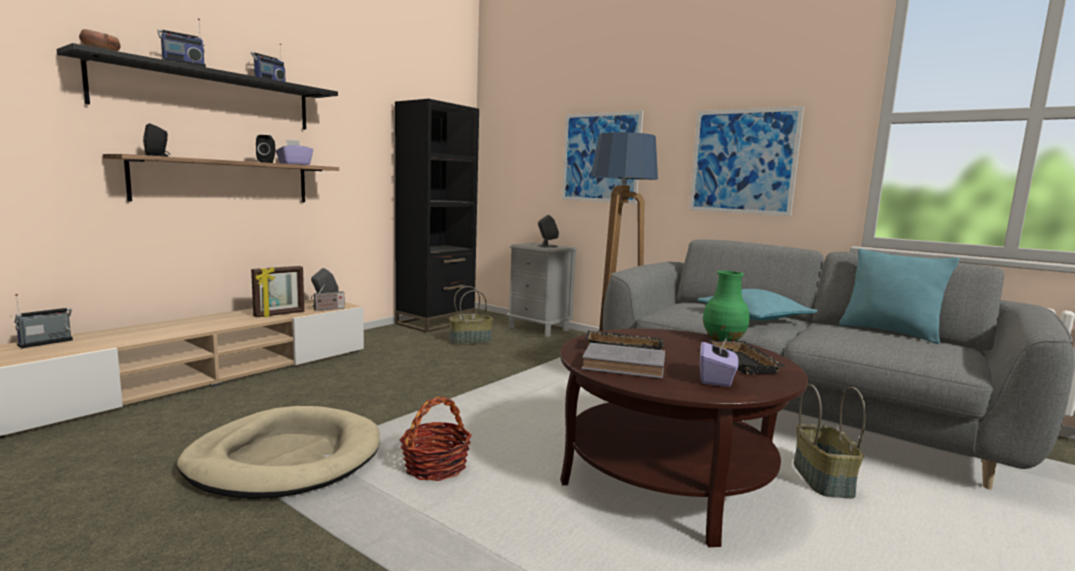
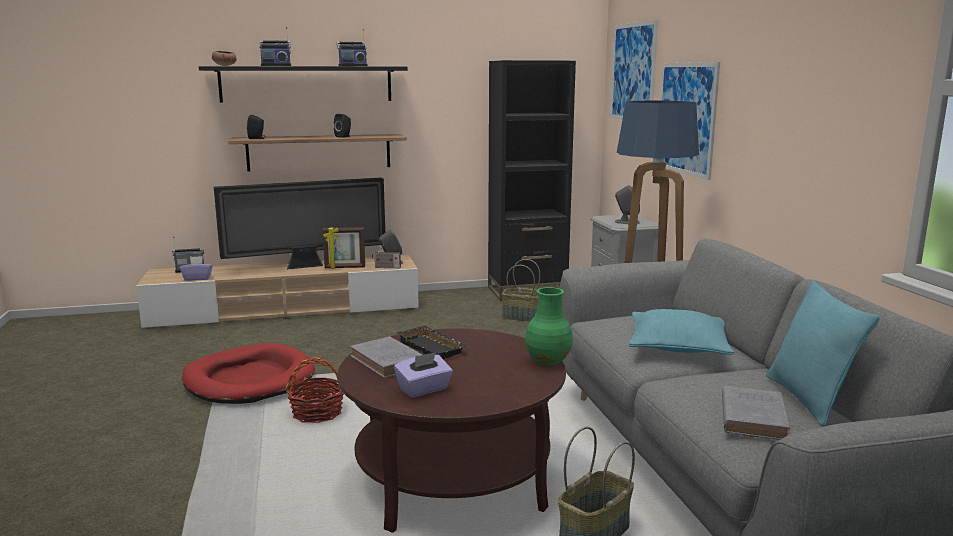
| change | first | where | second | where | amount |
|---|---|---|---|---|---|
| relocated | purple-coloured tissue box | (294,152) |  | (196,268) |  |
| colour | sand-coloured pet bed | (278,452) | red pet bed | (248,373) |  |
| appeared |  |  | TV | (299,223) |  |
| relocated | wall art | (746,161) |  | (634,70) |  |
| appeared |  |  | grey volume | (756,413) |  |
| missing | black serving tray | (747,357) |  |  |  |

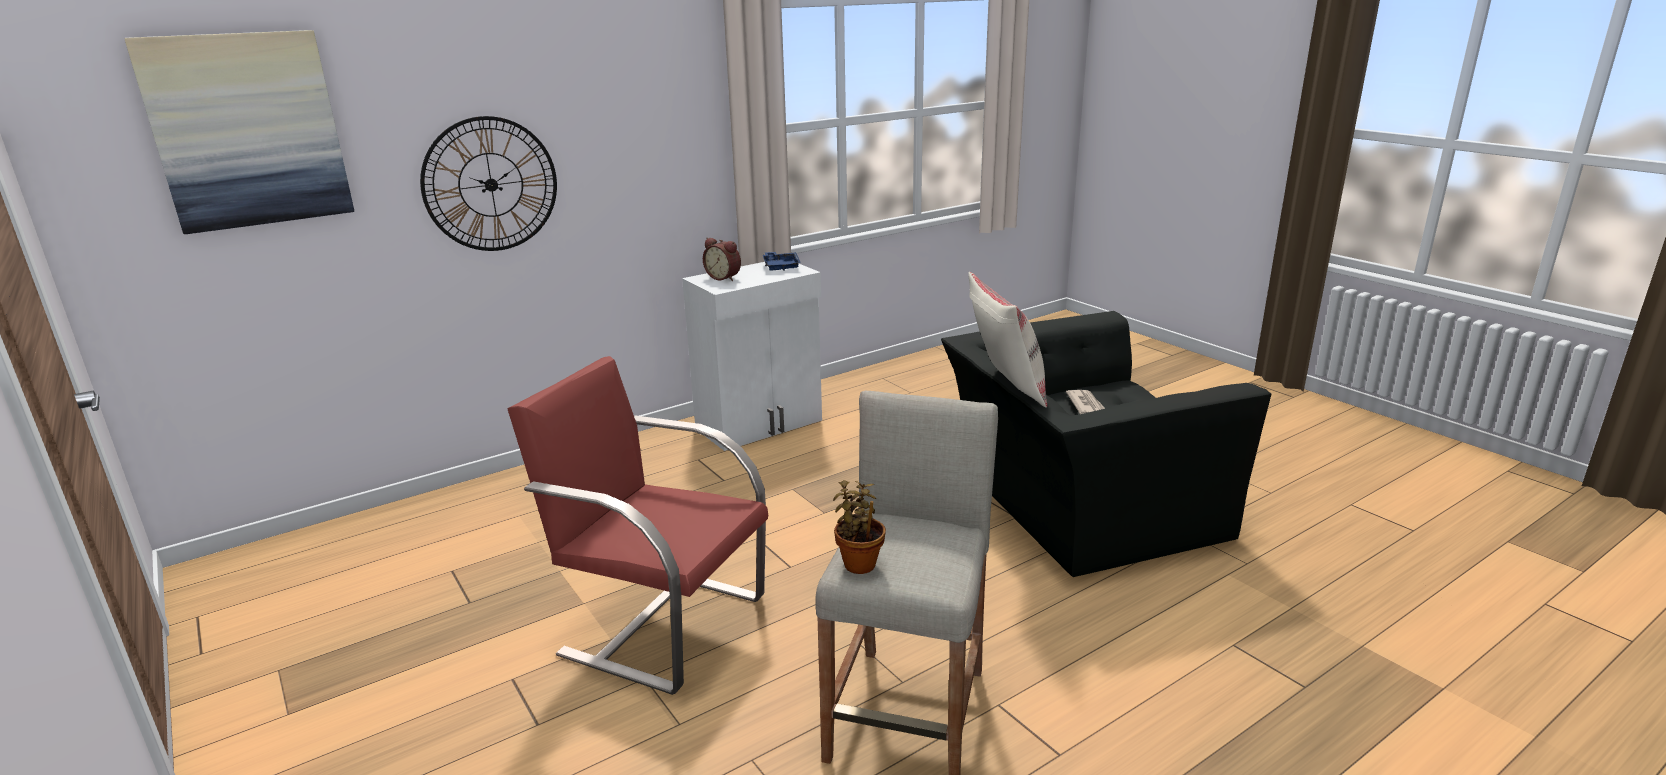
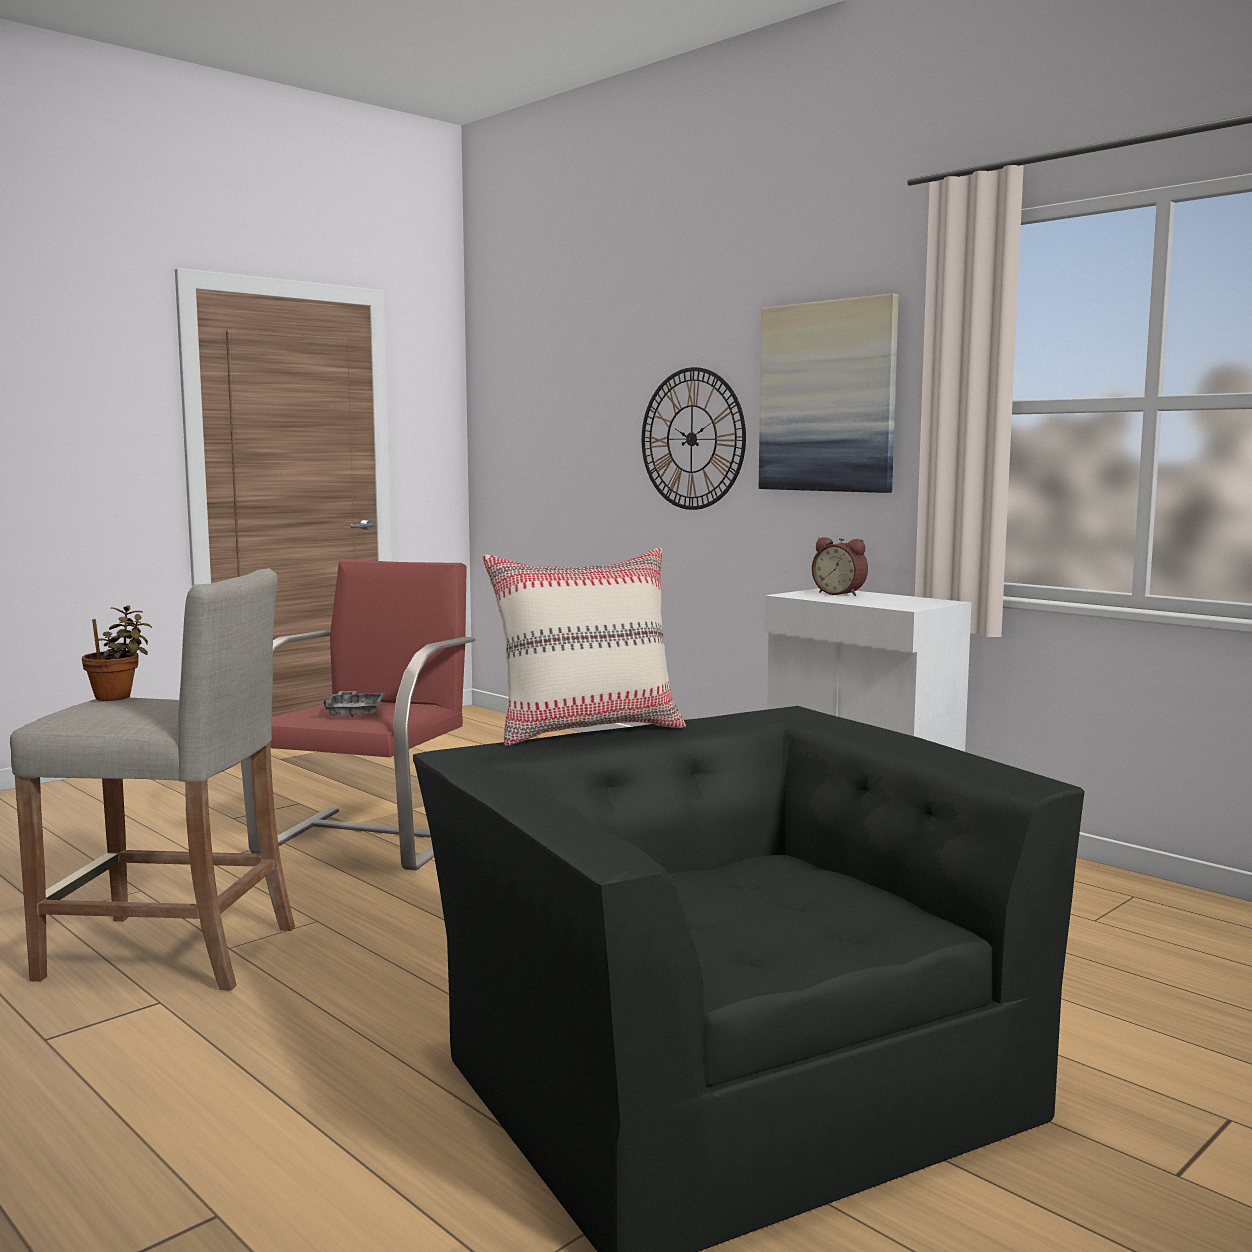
| change | first | where | second | where | amount |
|---|---|---|---|---|---|
| appeared |  |  | grey serving tray | (354,704) |  |
| relocated | wall art | (239,132) |  | (829,393) |  |
| spun | table clock | (722,259) |  | (840,566) | 75 degrees counterclockwise |
| missing | blue serving tray | (782,261) |  |  |  |
| missing | printed paper | (1085,402) |  |  |  |

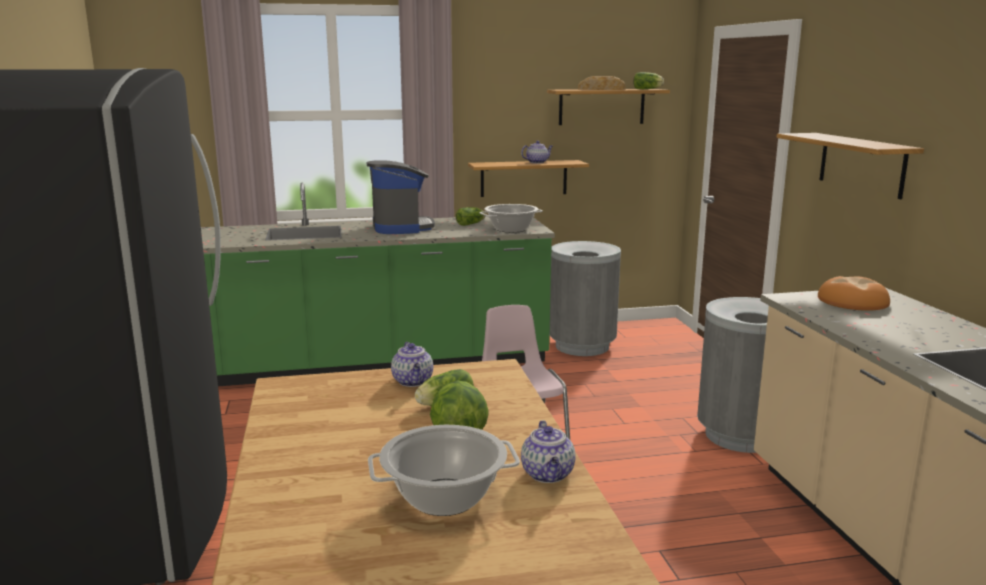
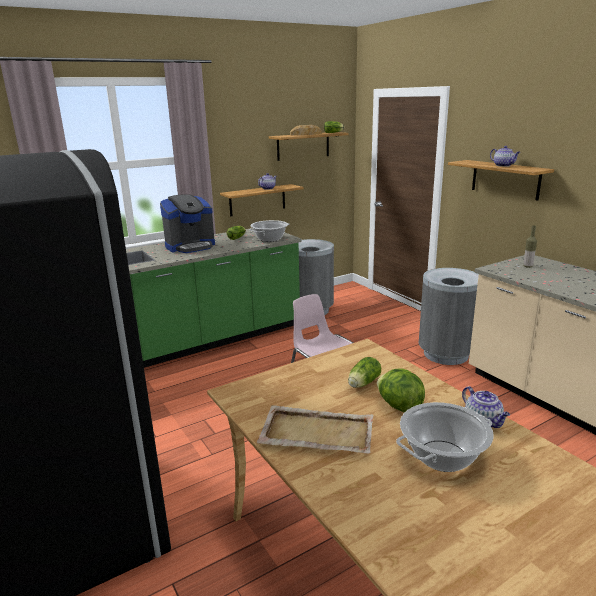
| change | first | where | second | where | amount |
|---|---|---|---|---|---|
| spun | coffee machine | (401,197) |  | (187,223) | 90 degrees clockwise |
| appeared |  |  | sand-coloured serving tray | (315,429) |  |
| relocated | teapot | (412,364) |  | (505,156) |  |
| exchanged | baked bread | (854,293) | drink bottle | (530,246) |  |

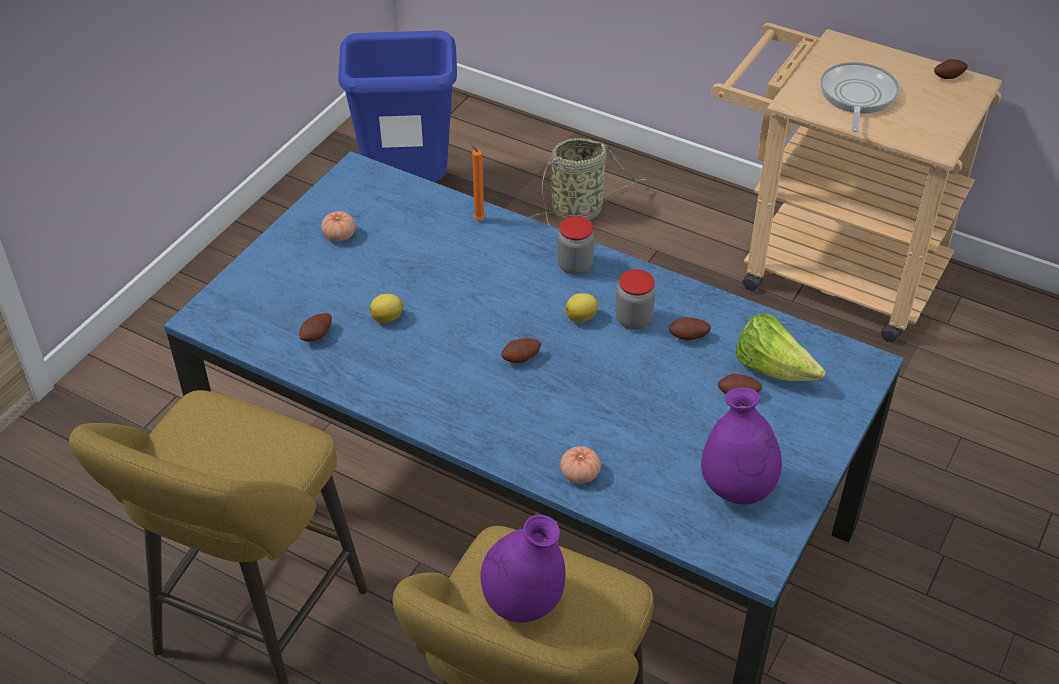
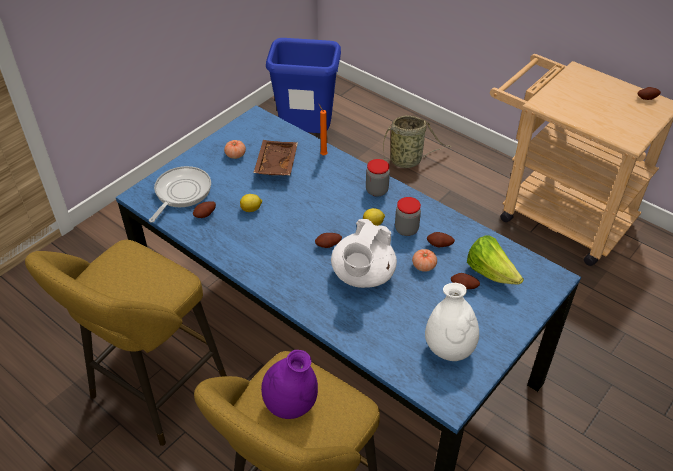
| change | first | where | second | where | amount |
|---|---|---|---|---|---|
| relocated | frying pan | (859,97) |  | (180,194) |  |
| appeared |  |  | brown serving tray | (275,157) |  |
| appeared |  |  | whitish teapot | (364,253) |  |
| relocated | tomato | (580,464) |  | (424,260) |  |
| colour | purple-coloured decorative vase | (741,446) | whitish decorative vase | (452,322) |  |

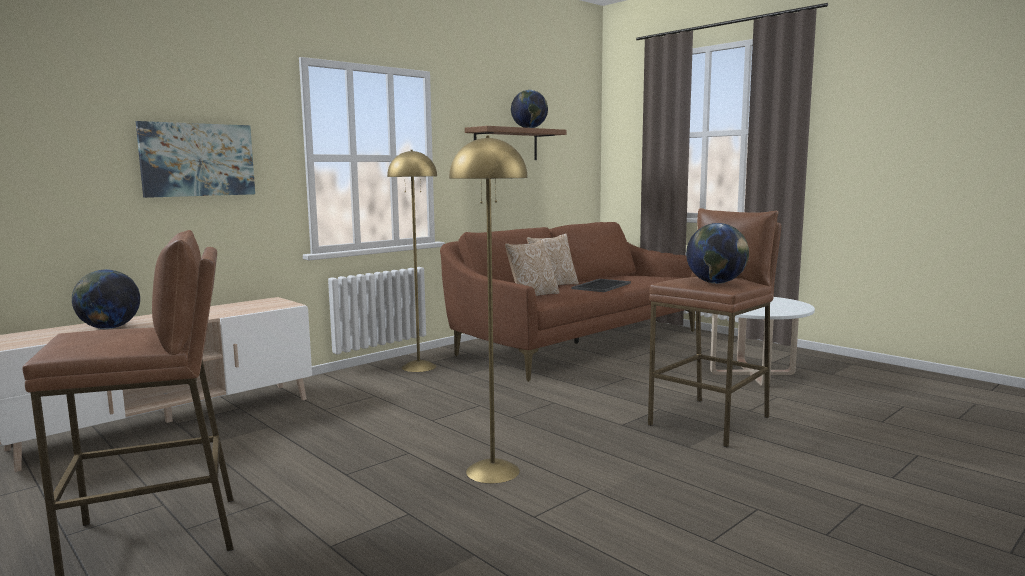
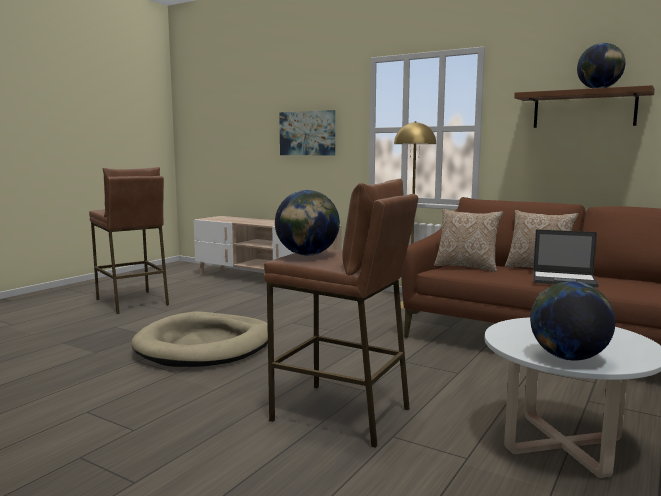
| change | first | where | second | where | amount |
|---|---|---|---|---|---|
| exchanged | yellowish standard lamp | (488,310) | sand-coloured pet bed | (199,339) |  |
| relocated | desk globe | (106,299) |  | (572,321) |  |
| exchanged | serving tray | (601,285) | notebook computer | (566,258) |  |

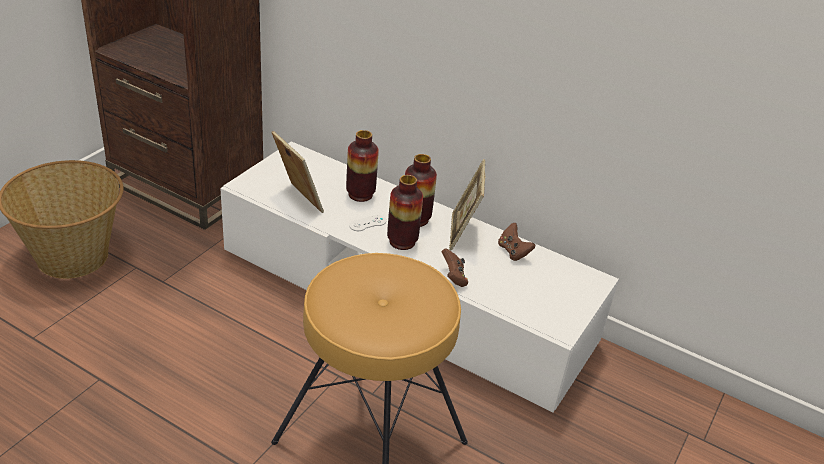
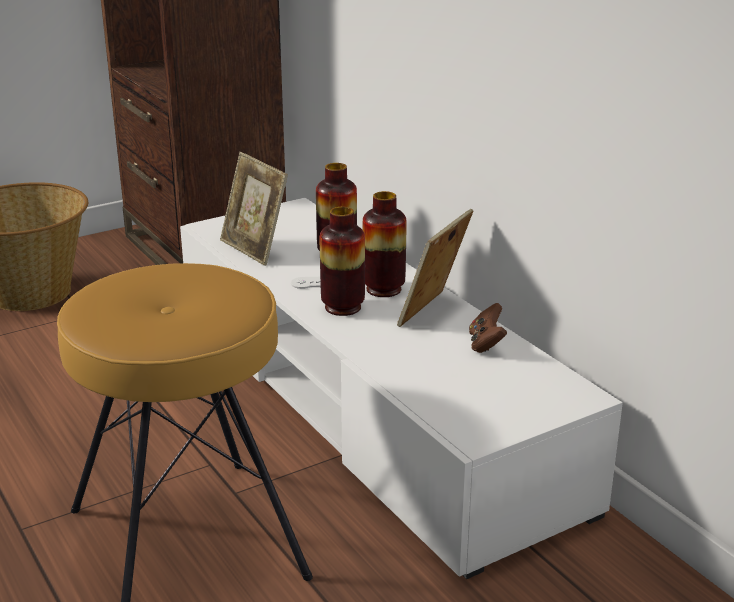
| change | first | where | second | where | amount |
|---|---|---|---|---|---|
| spun | picture frame | (298,172) |  | (254,209) | 150 degrees clockwise |
| missing | brown game controller | (455,268) |  |  |  |

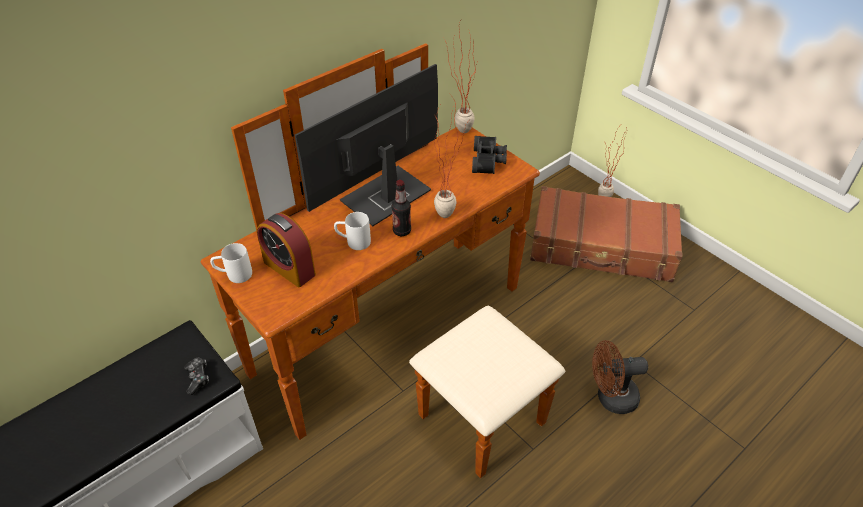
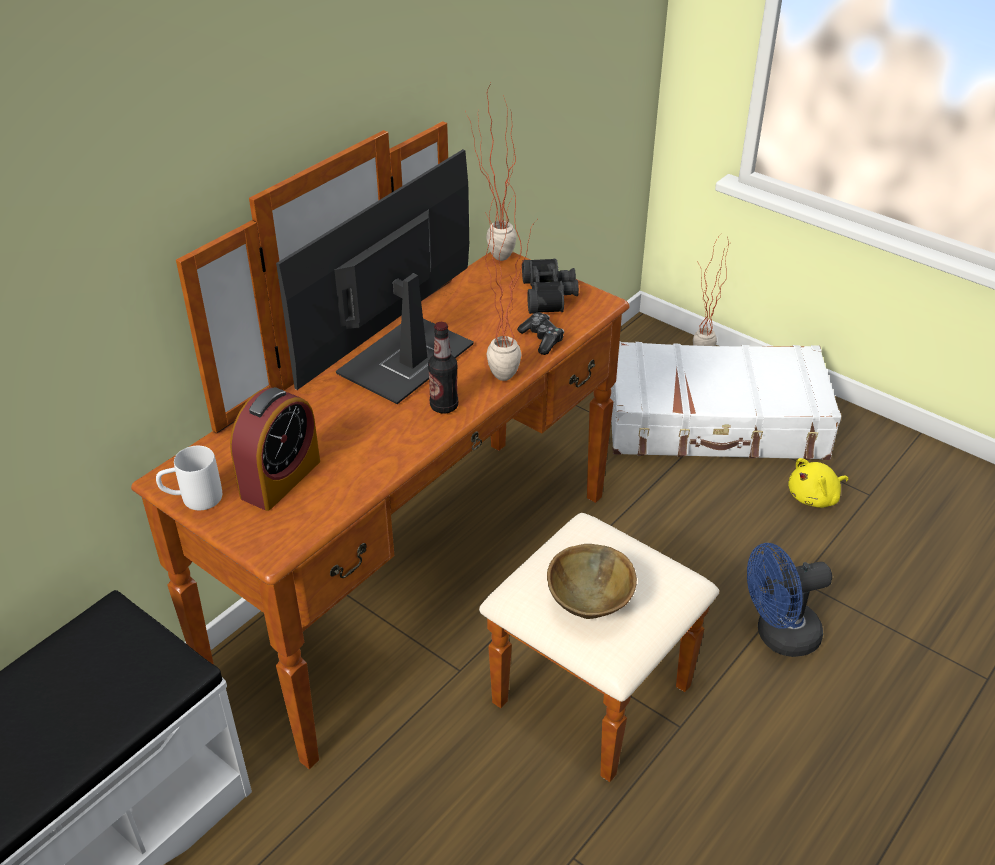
| change | first | where | second | where | amount |
|---|---|---|---|---|---|
| spun | table clock | (286,250) |  | (275,449) | 90 degrees counterclockwise |
| relocated | game controller | (196,376) |  | (540,334) |  |
| appeared |  |  | brown deep dish | (592,581) |  |
| colour | brown piece of luggage | (606,234) | whitish piece of luggage | (725,400) |  |
| colour | brown cooling fan | (620,377) | blue cooling fan | (789,600) |  |
| appeared |  |  | yellowish cuddly toy | (818,483) |  |
| missing | whitish coffee mug | (352,231) |  |  |  |

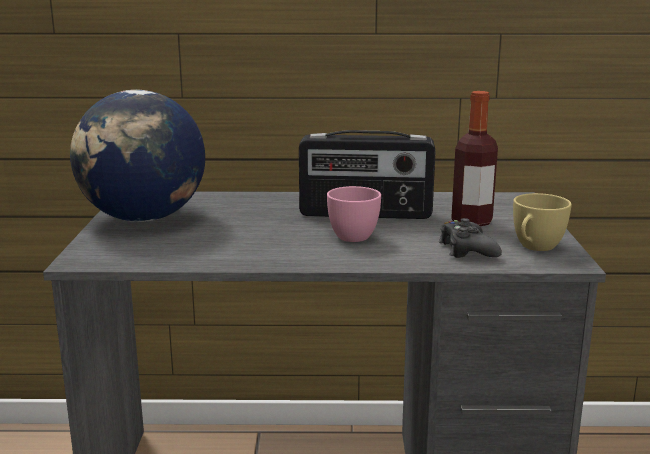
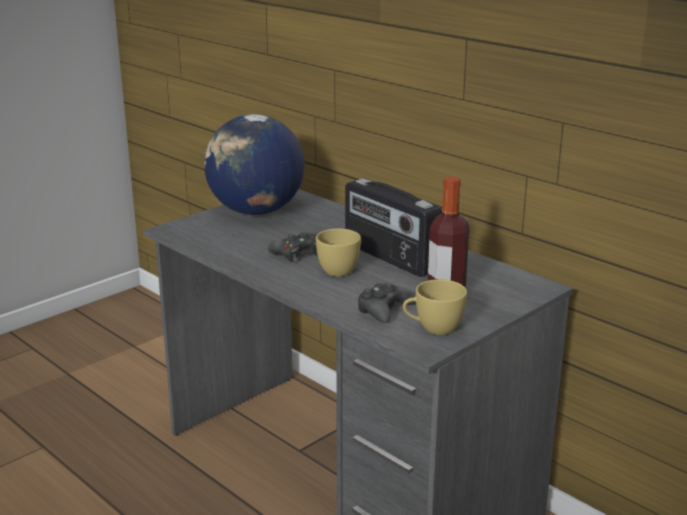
| change | first | where | second | where | amount |
|---|---|---|---|---|---|
| appeared |  |  | black game controller | (293,247) |  |
| colour | pinkish cup | (354,214) | yellowish cup | (338,253) |  |

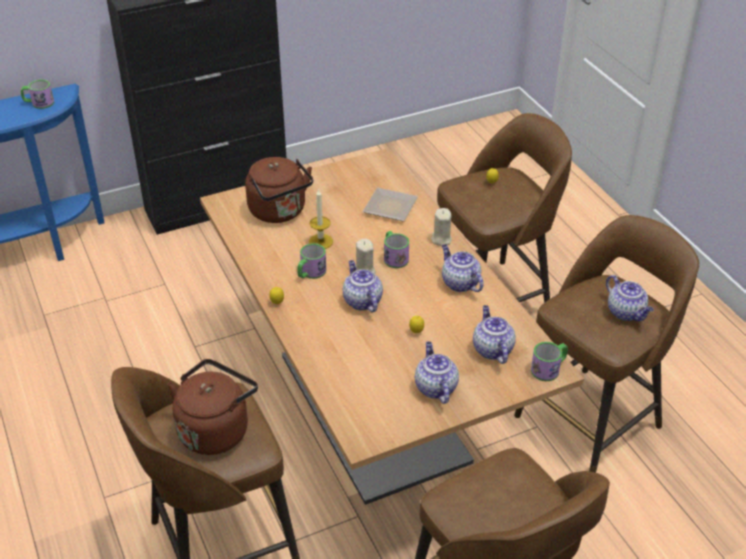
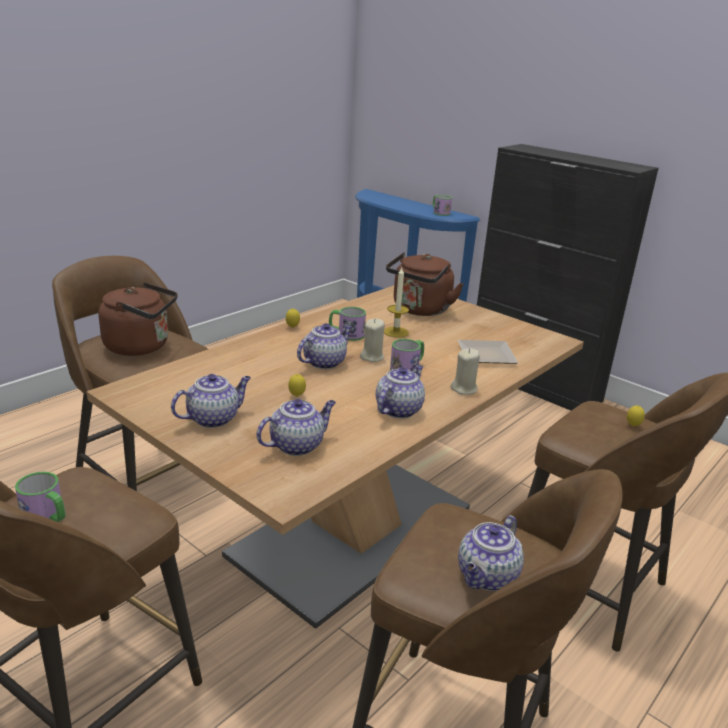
| change | first | where | second | where | amount |
|---|---|---|---|---|---|
| relocated | coffee mug | (549,361) |  | (40,497) |  |

